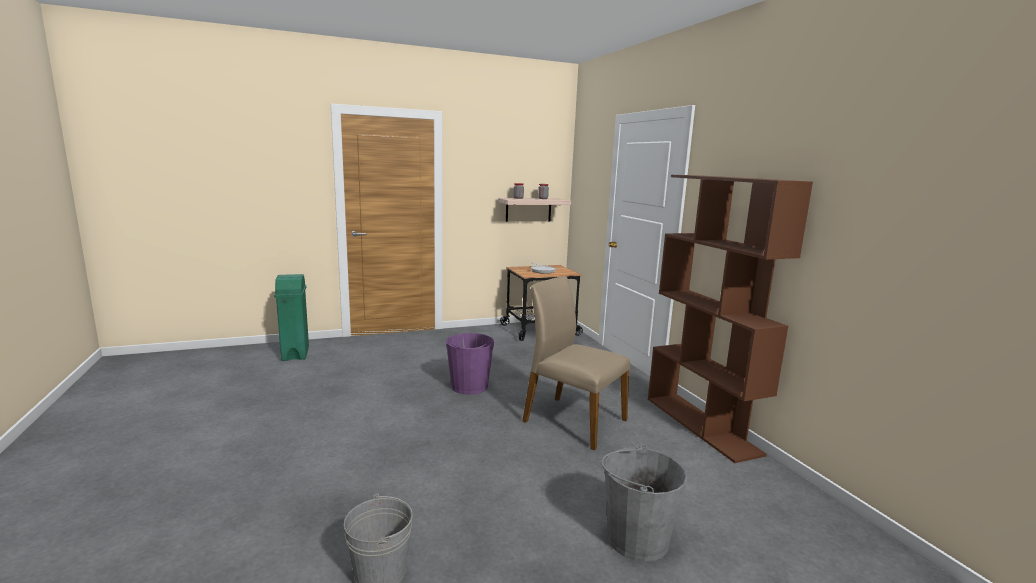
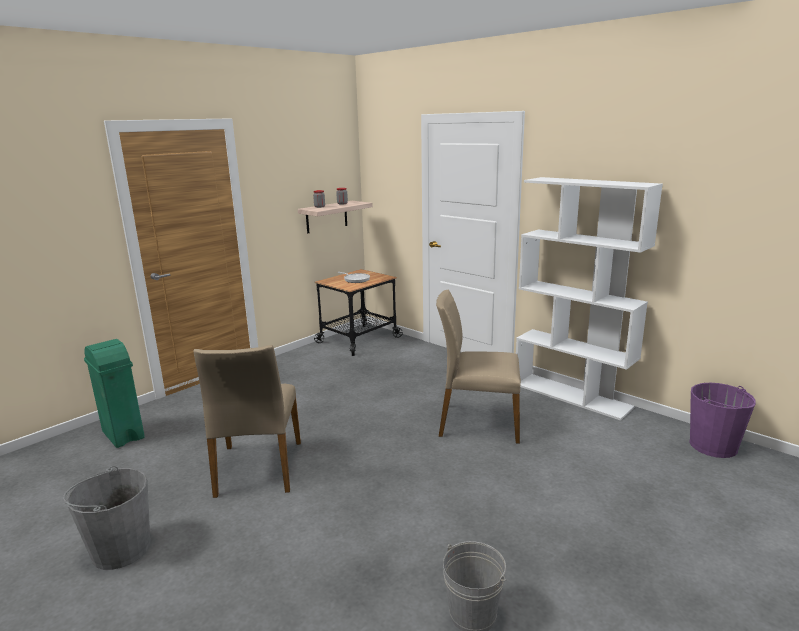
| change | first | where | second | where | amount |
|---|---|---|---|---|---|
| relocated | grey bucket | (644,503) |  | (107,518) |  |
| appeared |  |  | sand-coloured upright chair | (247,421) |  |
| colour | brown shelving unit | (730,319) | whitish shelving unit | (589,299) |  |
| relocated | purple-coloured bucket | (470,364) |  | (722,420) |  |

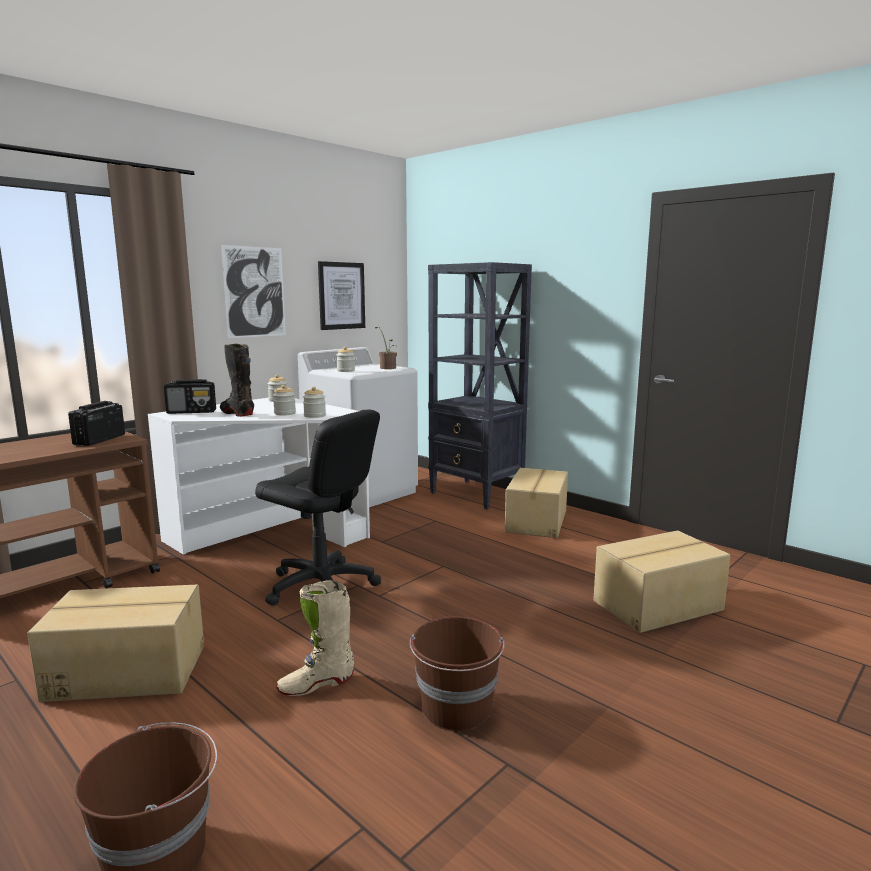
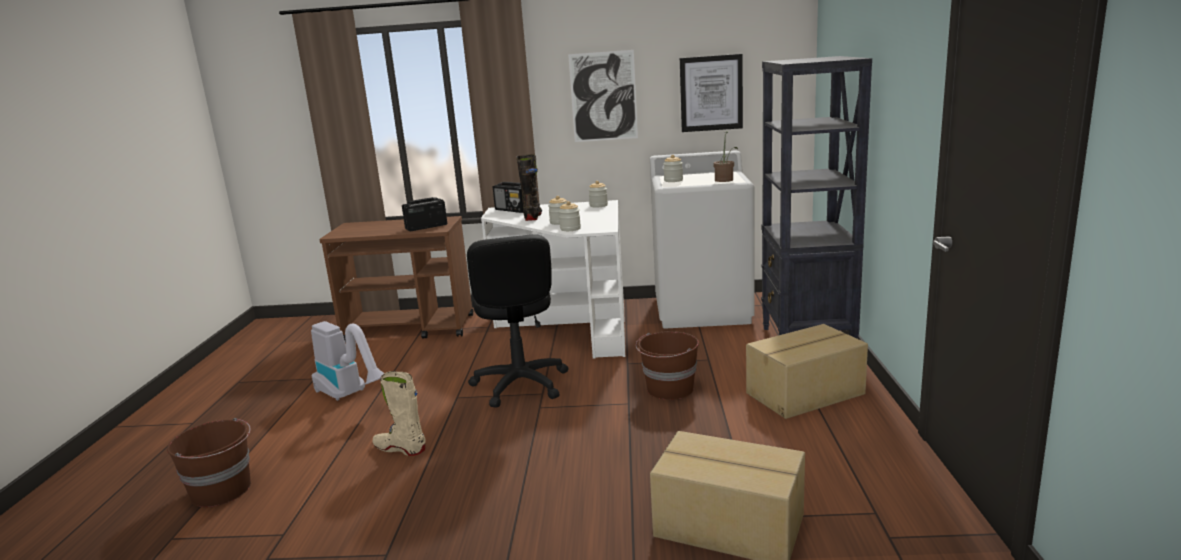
| change | first | where | second | where | amount |
|---|---|---|---|---|---|
| exchanged | carton | (115,643) | vacuum cleaner | (347,361) |  |
| relocated | brown bucket | (457,673) |  | (667,365) |  |

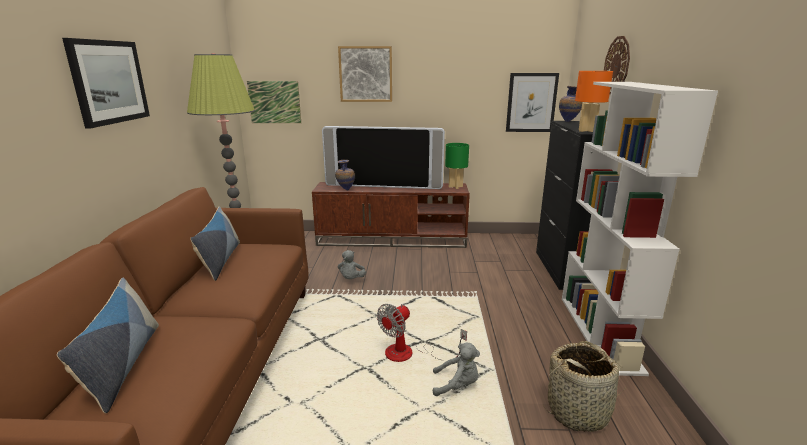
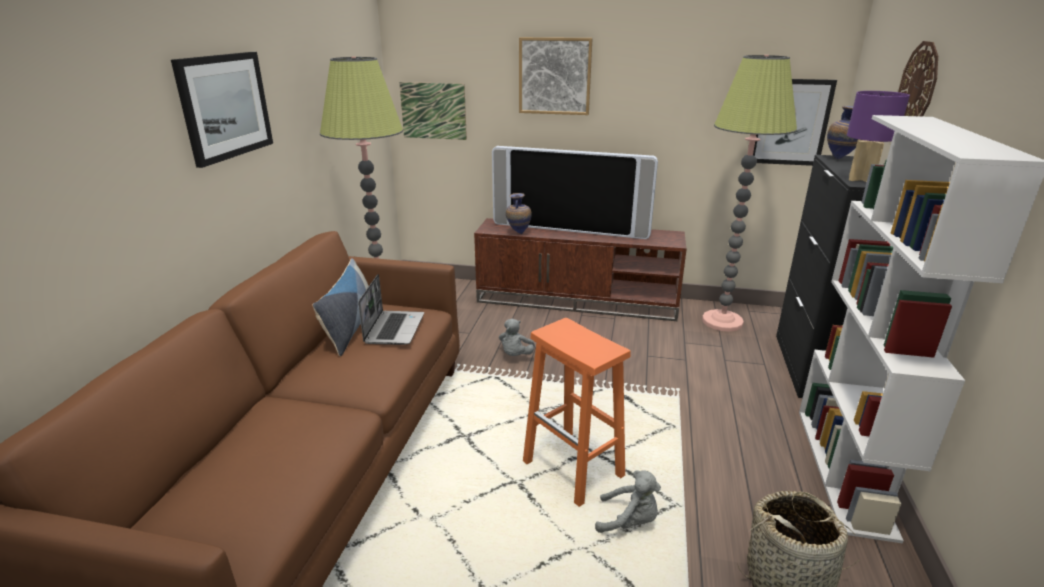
| change | first | where | second | where | amount |
|---|---|---|---|---|---|
| appeared |  |  | notebook computer | (391,309) |  |
| exchanged | cooling fan | (422,333) | orangey stool seat | (577,412) |  |
| appeared |  |  | standard lamp | (749,193) |  |
| colour | orangey tabletop lamp | (594,101) | purple-coloured tabletop lamp | (878,136) |  |
| missing | throw pillow | (108,345) |  |  |  |
| missing | greenish tabletop lamp | (457,166) |  |  |  |

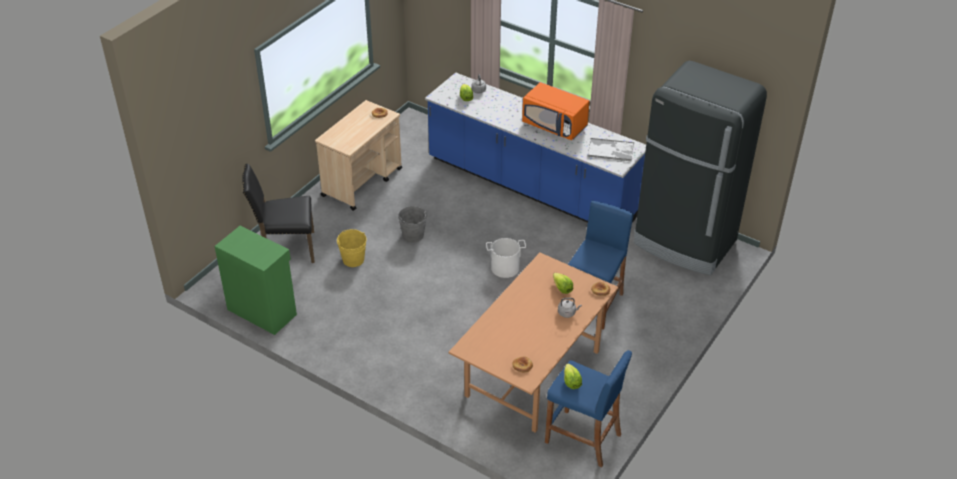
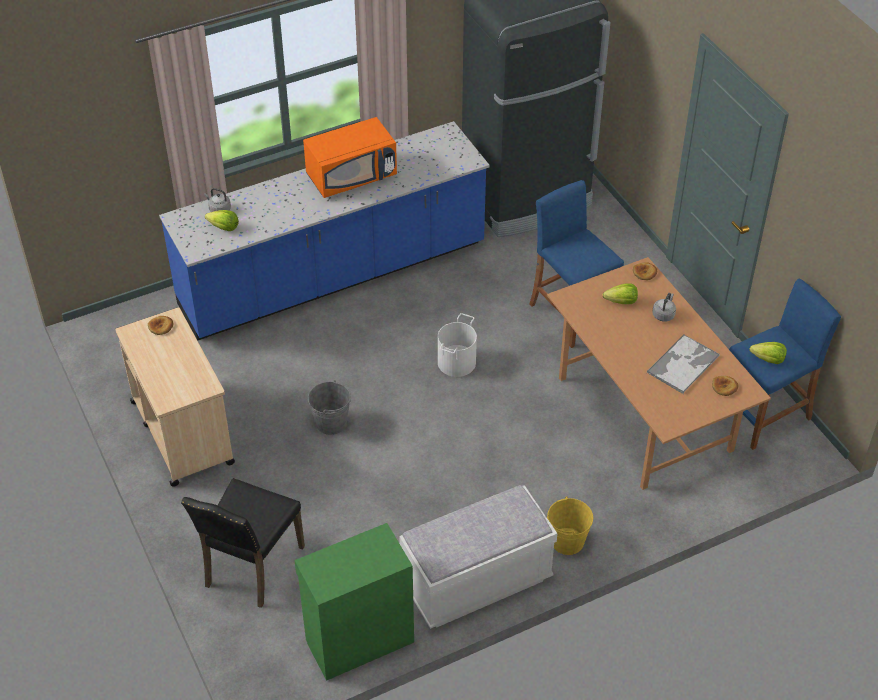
| change | first | where | second | where | amount |
|---|---|---|---|---|---|
| appeared |  |  | whitish indoor bench | (478,557) |  |
| relocated | yellowish bucket | (352,248) |  | (570,525) |  |
| relocated | serving tray | (610,150) |  | (683,364) |  |

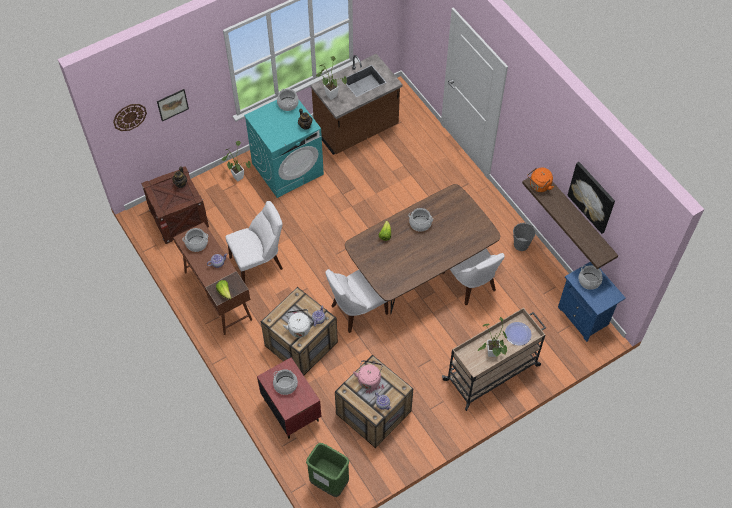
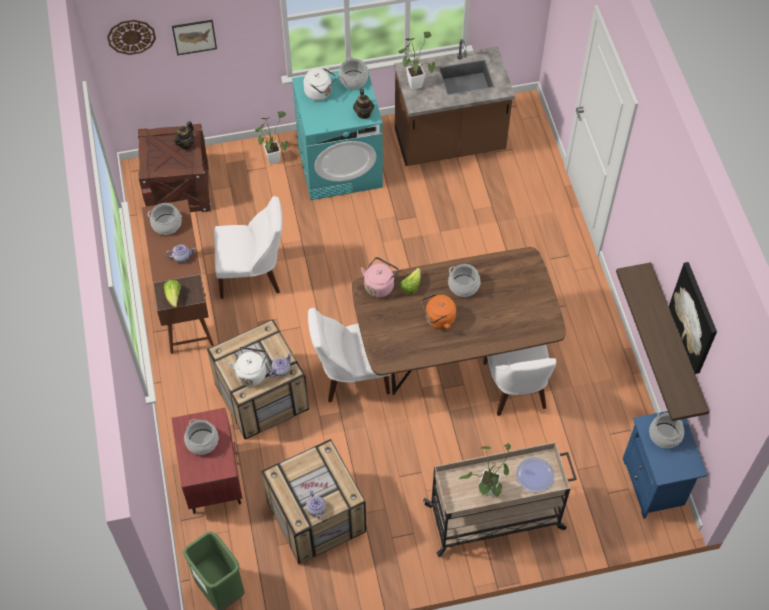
| change | first | where | second | where | amount |
|---|---|---|---|---|---|
| appeared |  |  | whitish kettle | (320,84) |  |
| relocated | pinkish kettle | (368,375) |  | (380,277) |  |
| relocated | orangey kettle | (540,180) |  | (438,311) |  |
| missing | grey bucket | (524,237) |  |  |  |

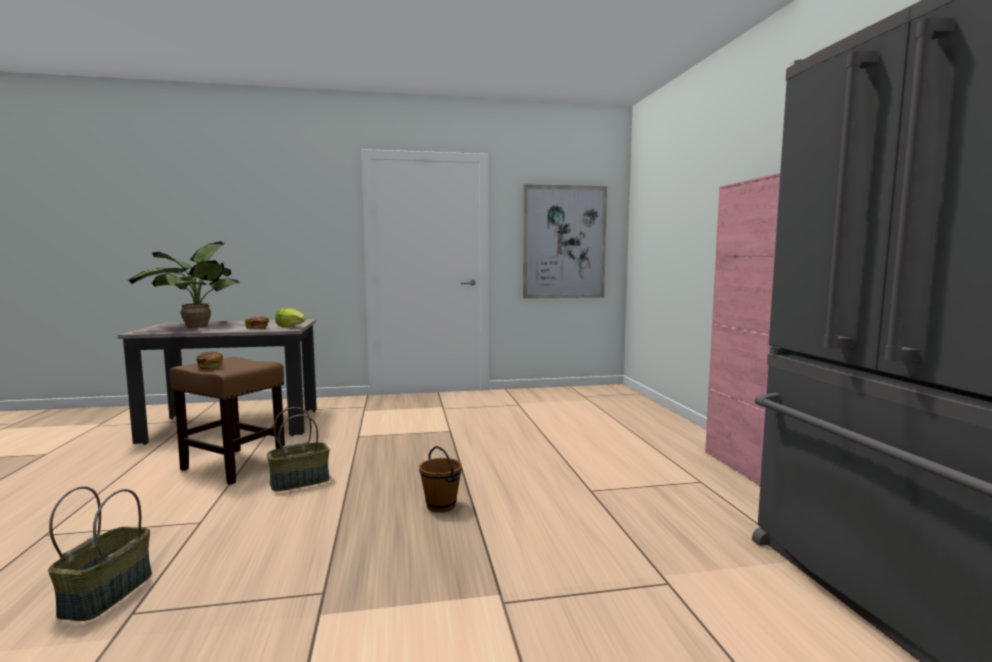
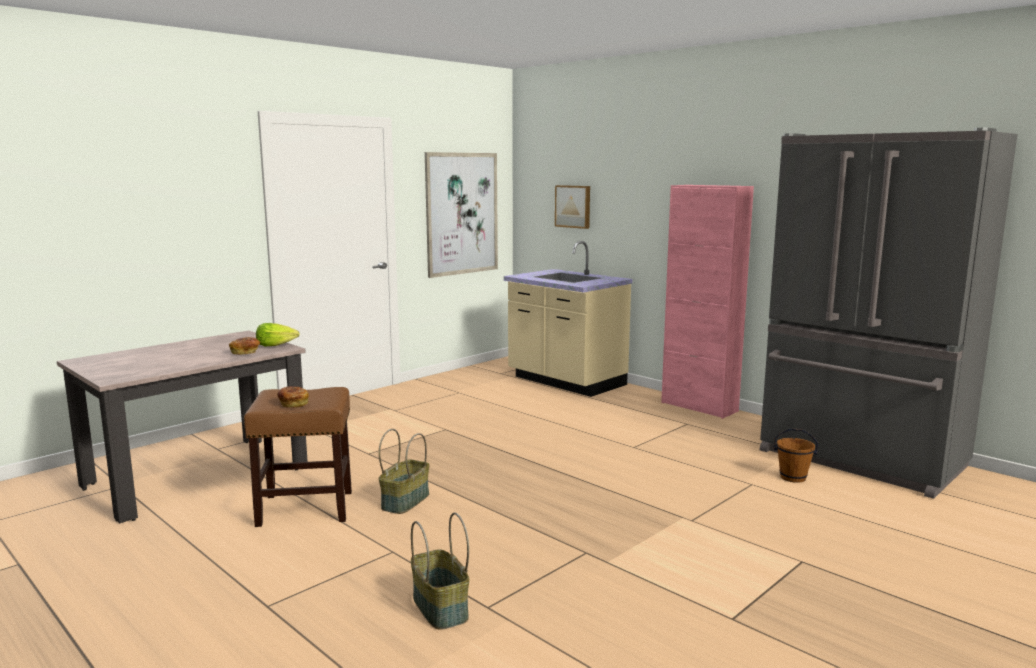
| change | first | where | second | where | amount |
|---|---|---|---|---|---|
| appeared |  |  | sand-coloured kitchen counter | (568,319) |  |
| appeared |  |  | wall art | (572,207) |  |
| relocated | brown bucket | (440,479) |  | (796,455) |  |
| missing | houseplant | (184,284) |  |  |  |

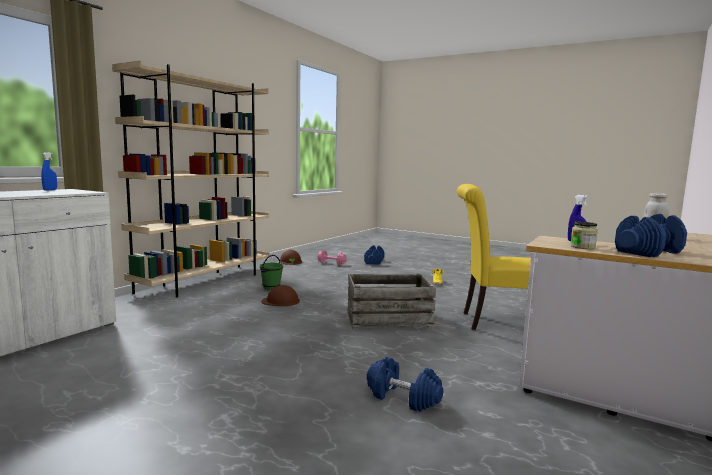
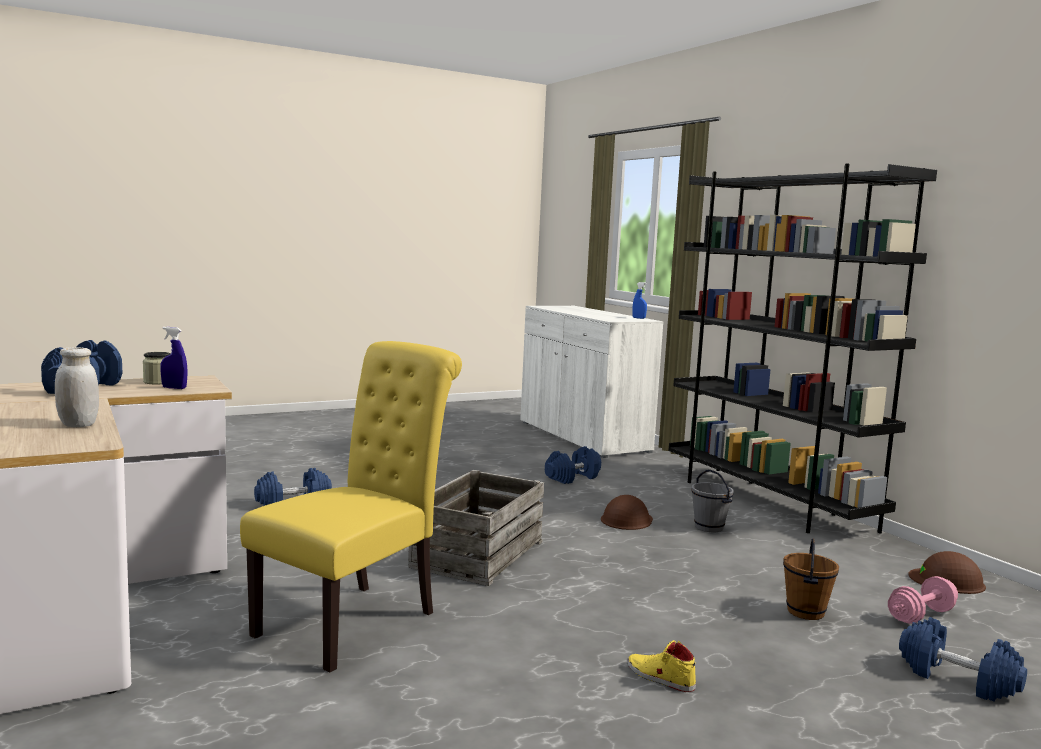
| change | first | where | second | where | amount |
|---|---|---|---|---|---|
| appeared |  |  | blue dumbbell | (573,465) |  |
| colour | sand-coloured shelving unit | (190,179) | black shelving unit | (802,348) |  |
| colour | greenish bucket | (271,272) | grey bucket | (712,501) |  |
| appeared |  |  | brown bucket | (811,579) |  |

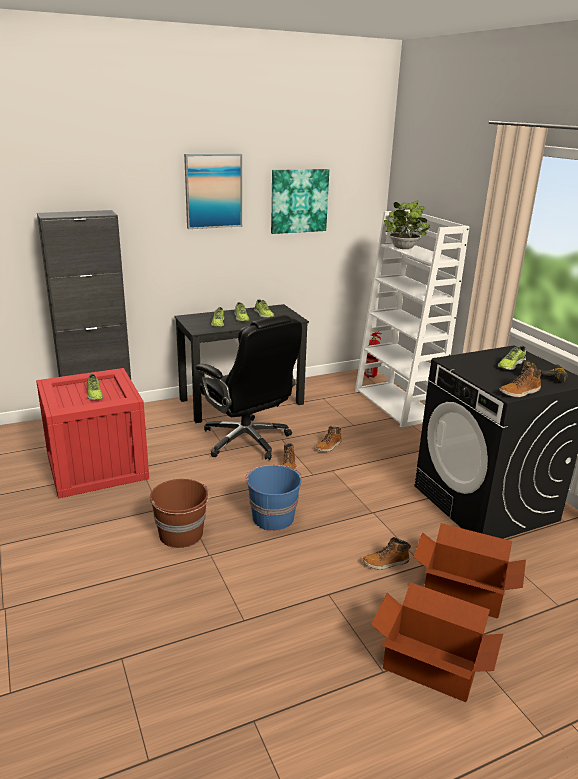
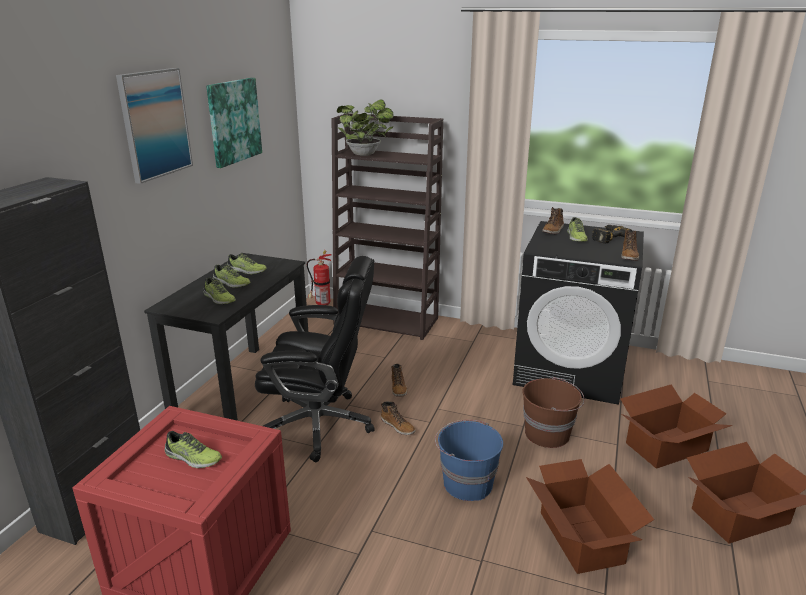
| change | first | where | second | where | amount |
|---|---|---|---|---|---|
| colour | whitish shelving unit | (412,319) | brown shelving unit | (387,226) |  |
| relocated | brown bucket | (180,513) |  | (553,412) |  |
| appeared |  |  | carton | (590,516) |  |
| relocated | high-top boot | (387,553) |  | (553,220) |  |

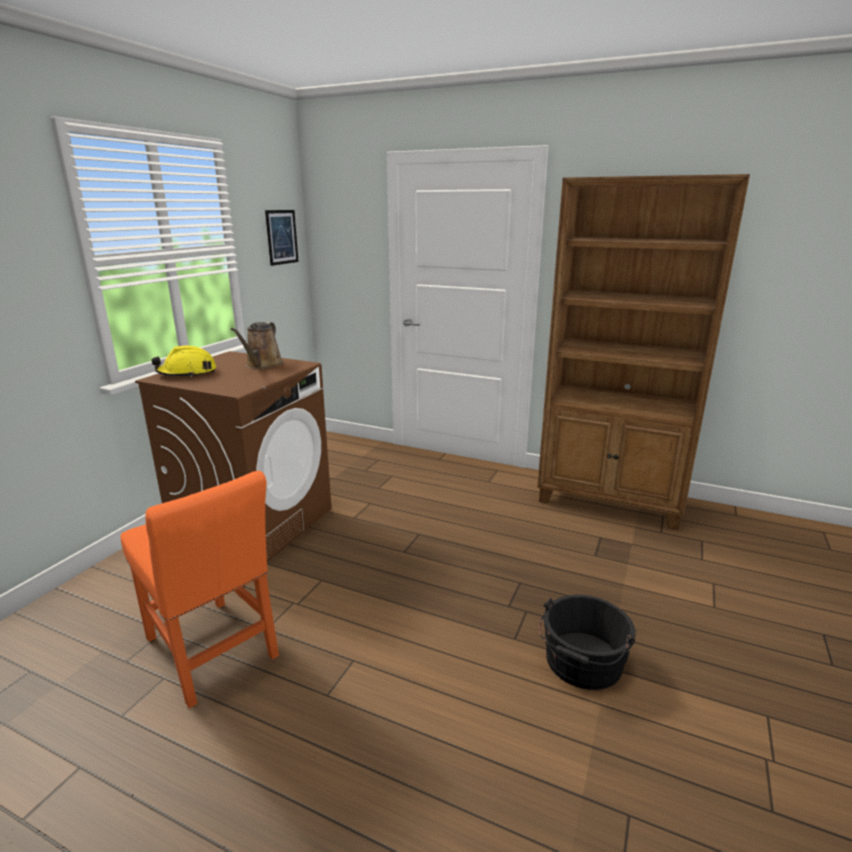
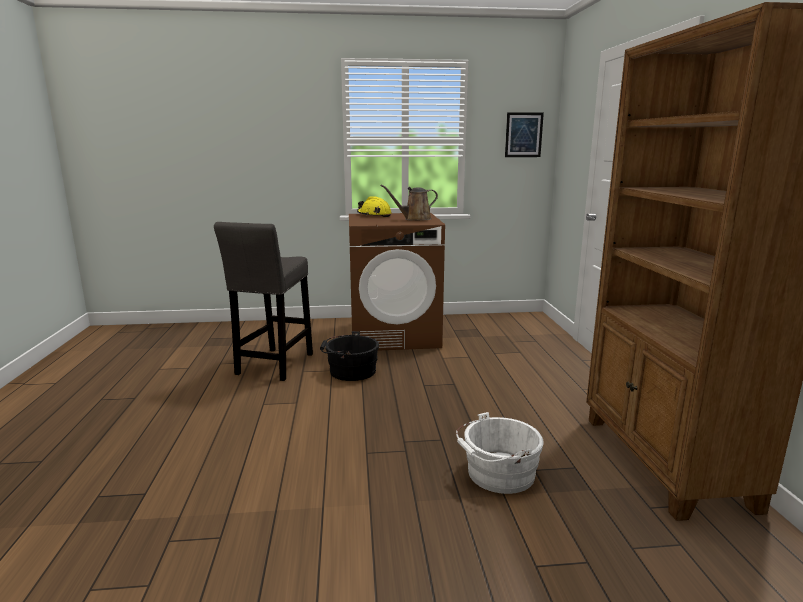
| change | first | where | second | where | amount |
|---|---|---|---|---|---|
| exchanged | orangey upright chair | (199,589) | grey stool seat | (263,301) |  |
| relocated | black bucket | (587,642) |  | (349,356) |  |
| appeared |  |  | whitish bucket | (500,453) |  |

